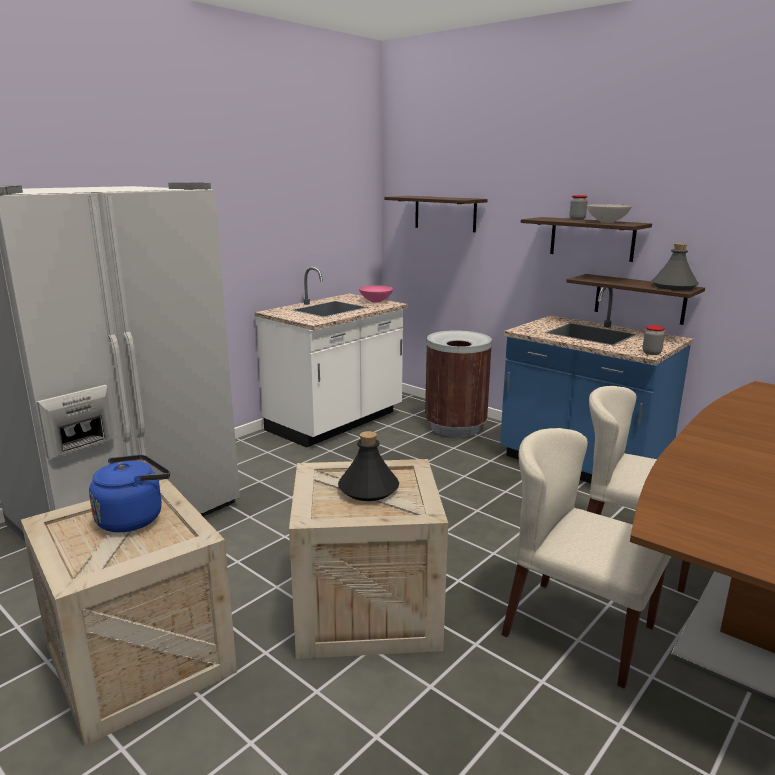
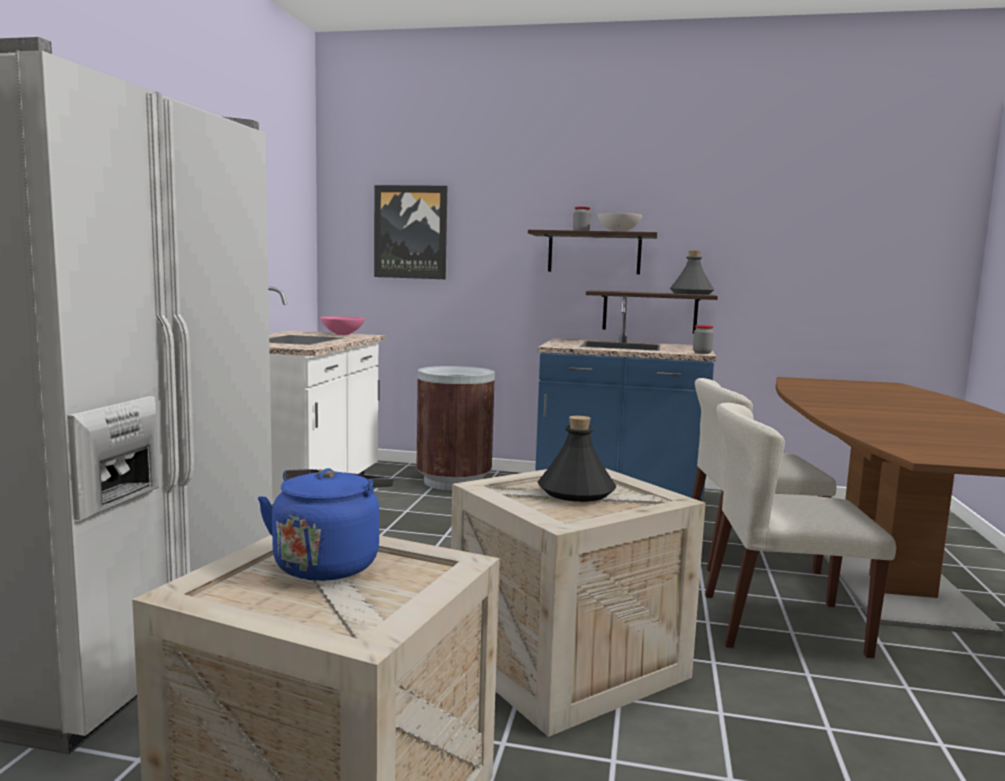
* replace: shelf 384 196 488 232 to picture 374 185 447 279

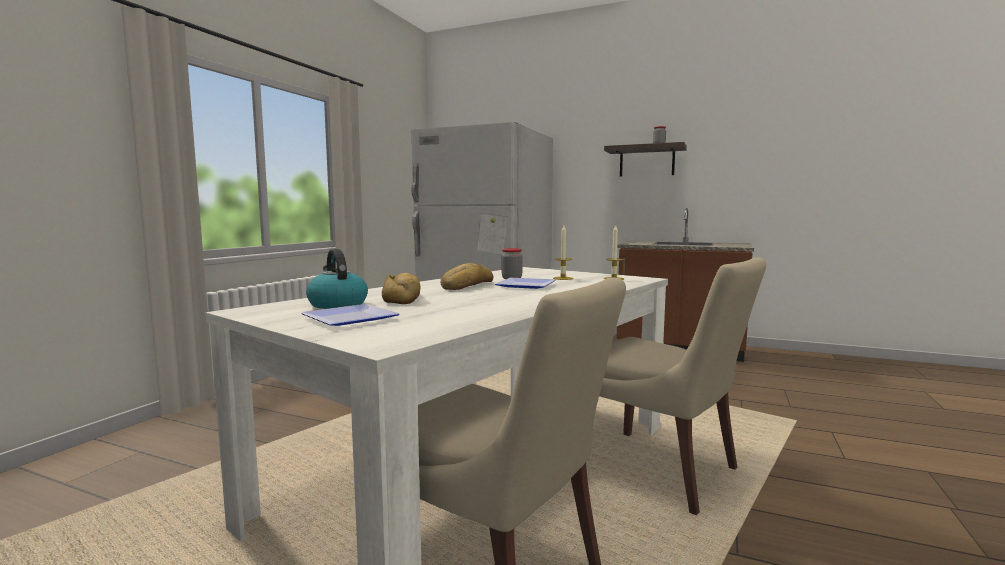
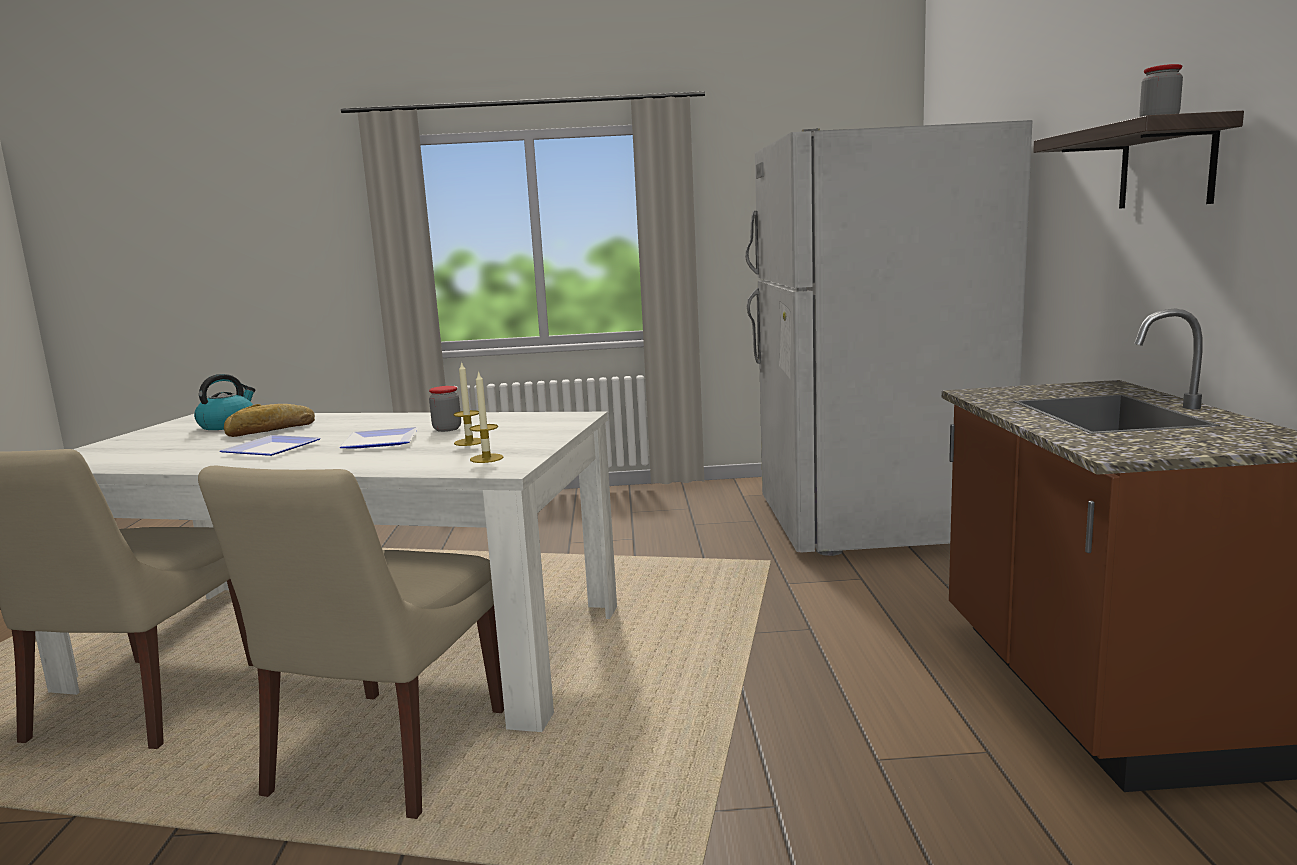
* delete: bread 440 263 493 290
* move: plate 301 304 399 326 to 220 435 321 456

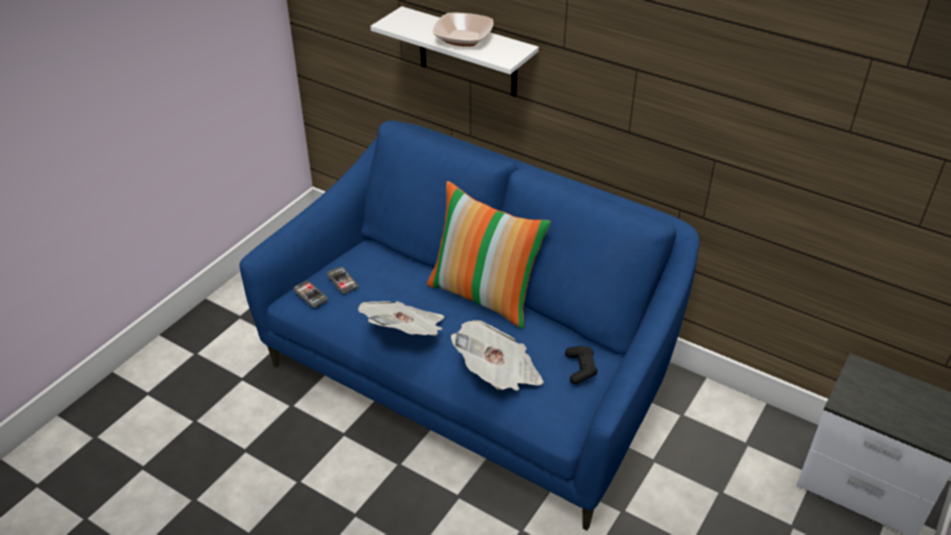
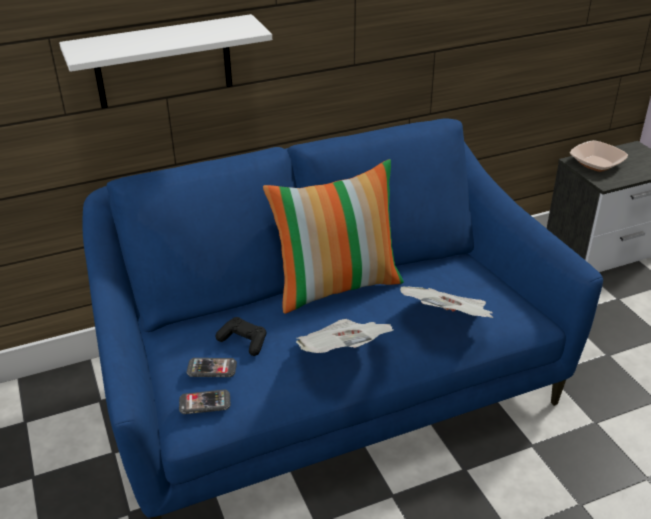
* move: bowl 433 12 494 47 to 570 140 628 172
* move: game controller/black 565 346 598 384 to 216 317 266 356

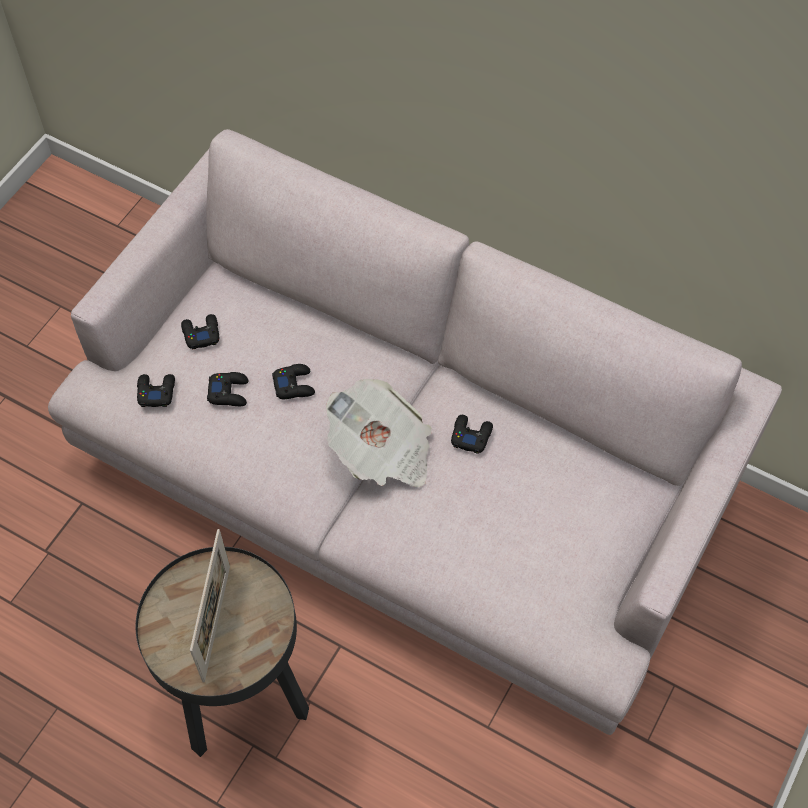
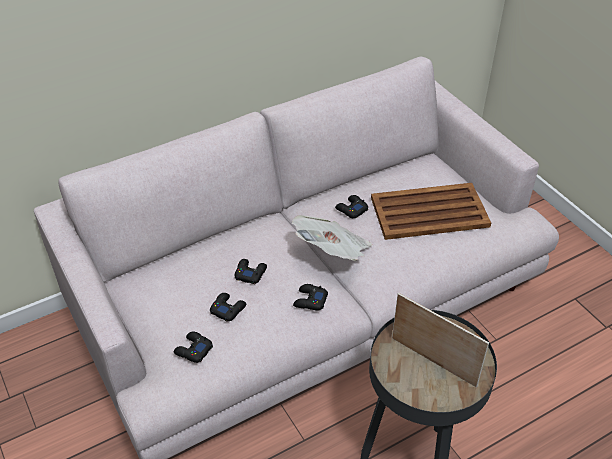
* move: game controller/black 181 314 219 350 to 293 284 328 311
* insert: tray/brown 371 183 491 240

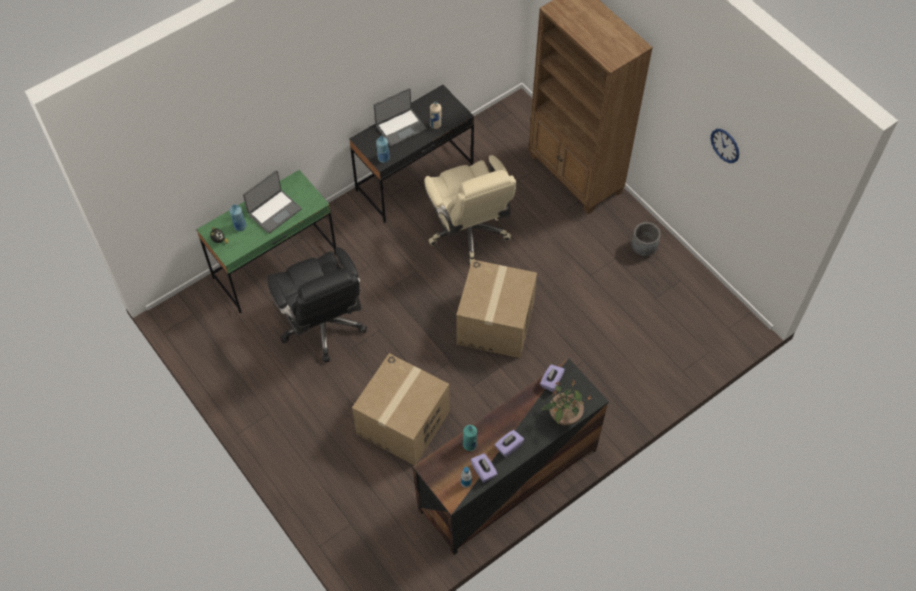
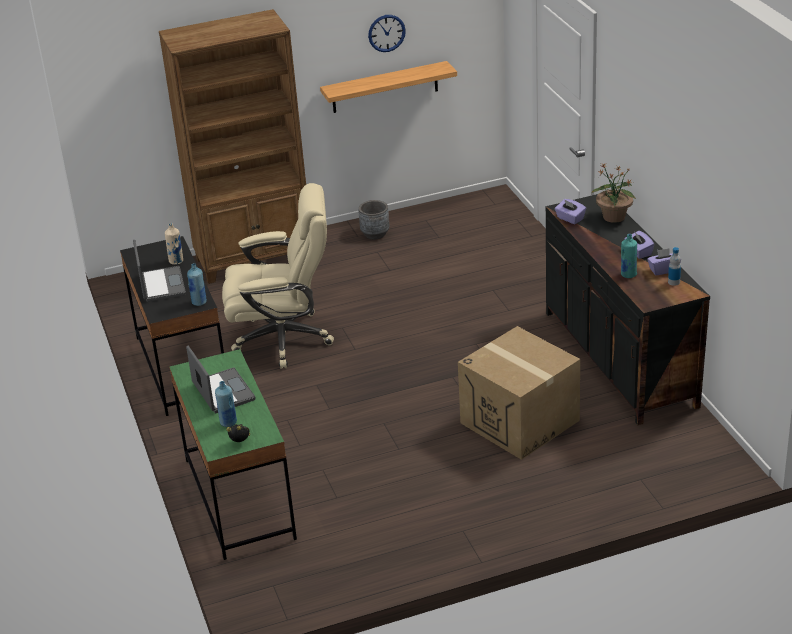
* delete: office chair/black 268 247 367 363
* delete: cardboard box 456 259 537 358
* insert: shelf 320 61 457 113

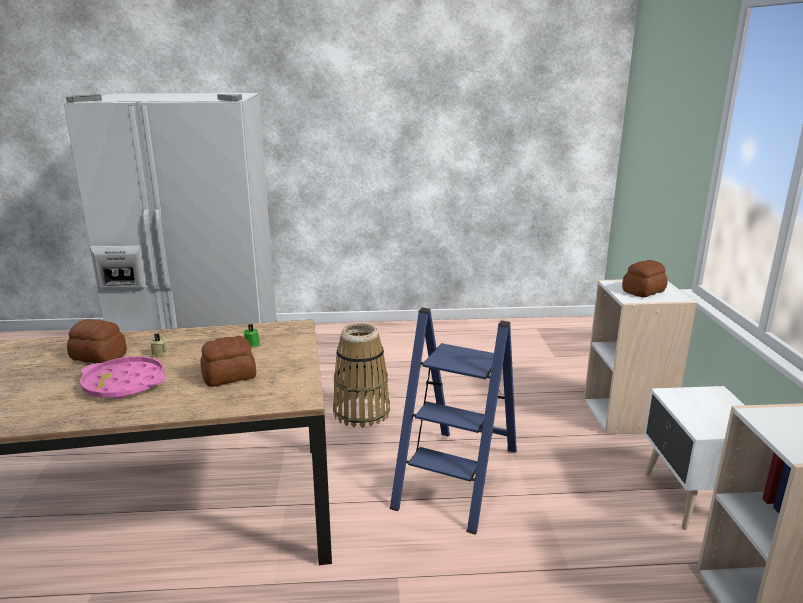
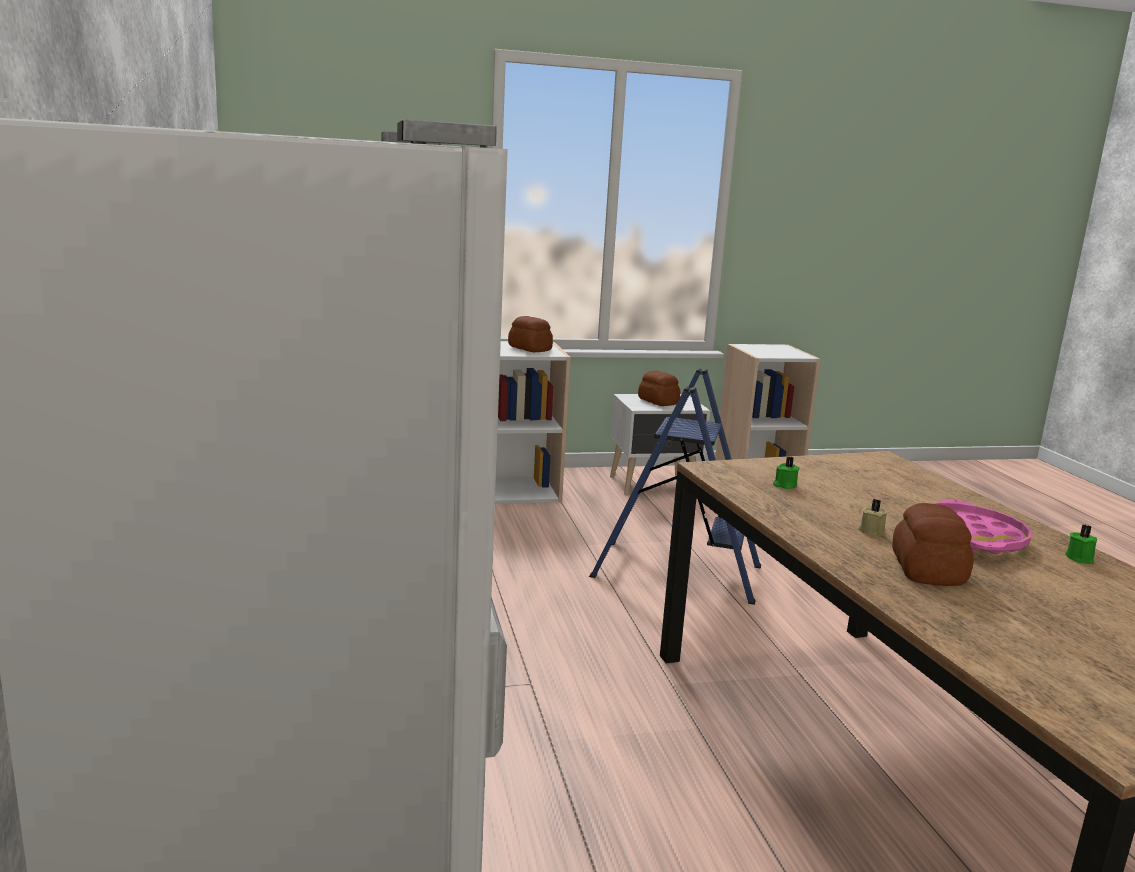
* delete: basket 333 323 390 428
* move: bread 200 336 256 387 to 638 371 680 406
* insert: candle/green 1065 524 1097 564

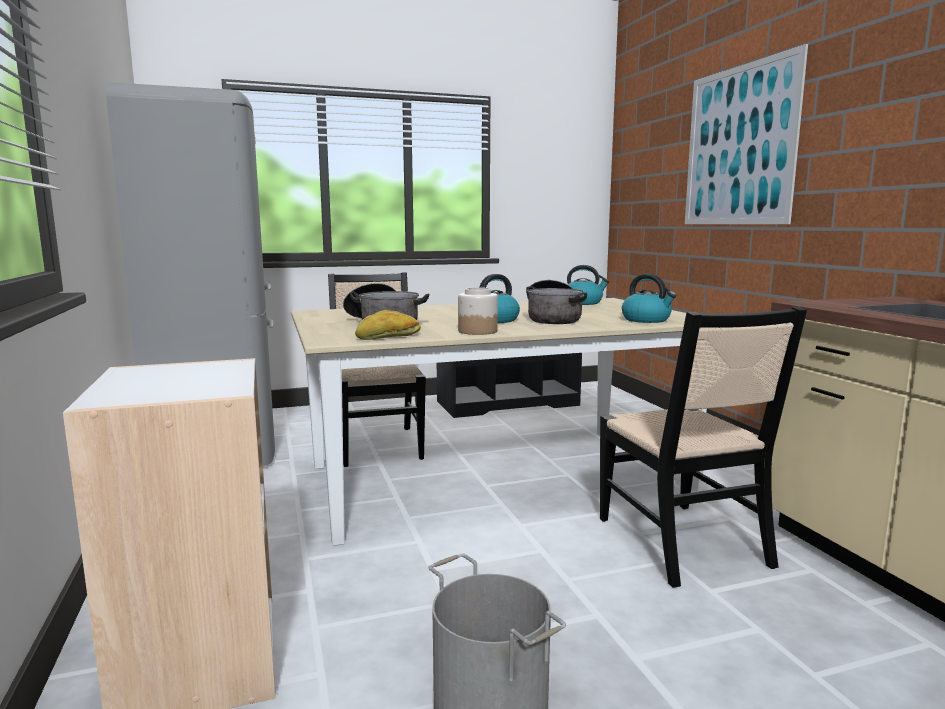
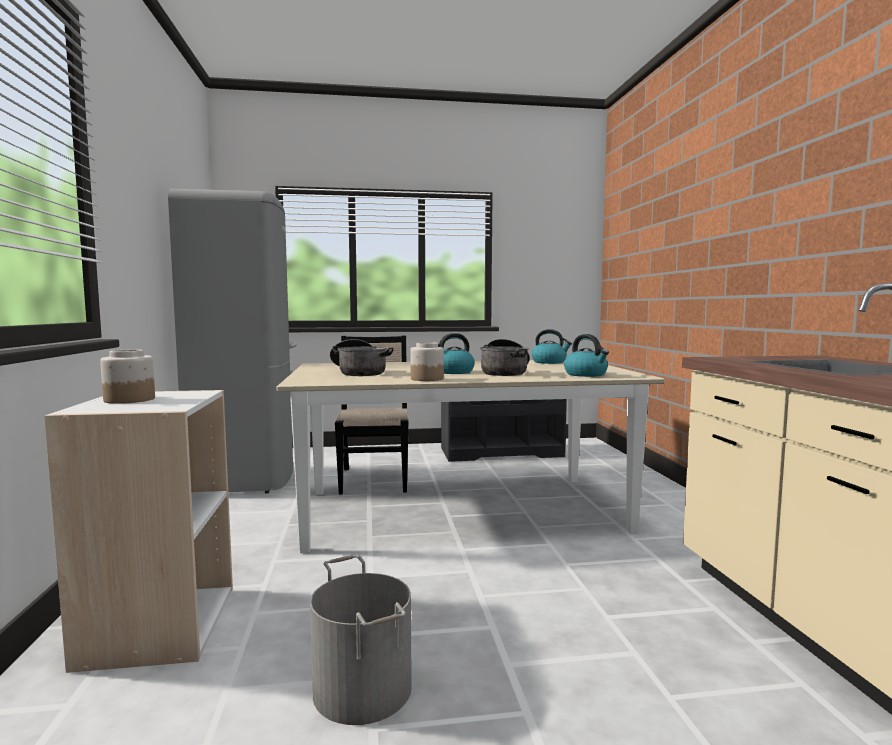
* delete: picture 685 44 808 224
* delete: chair 600 307 807 588
* delete: bread 355 310 421 340
* insert: jar 100 349 155 404

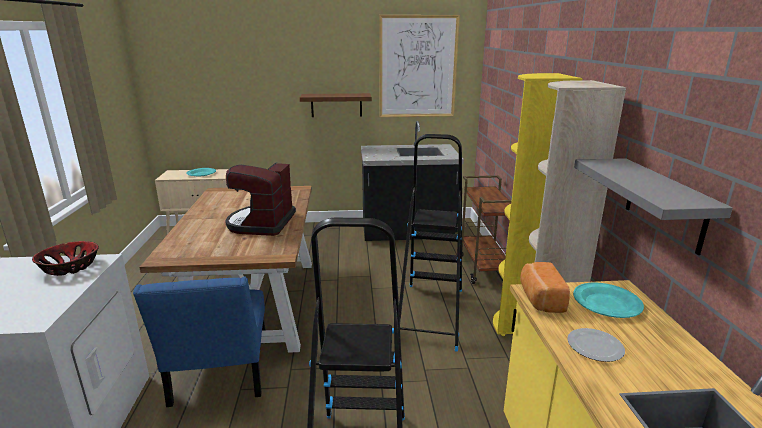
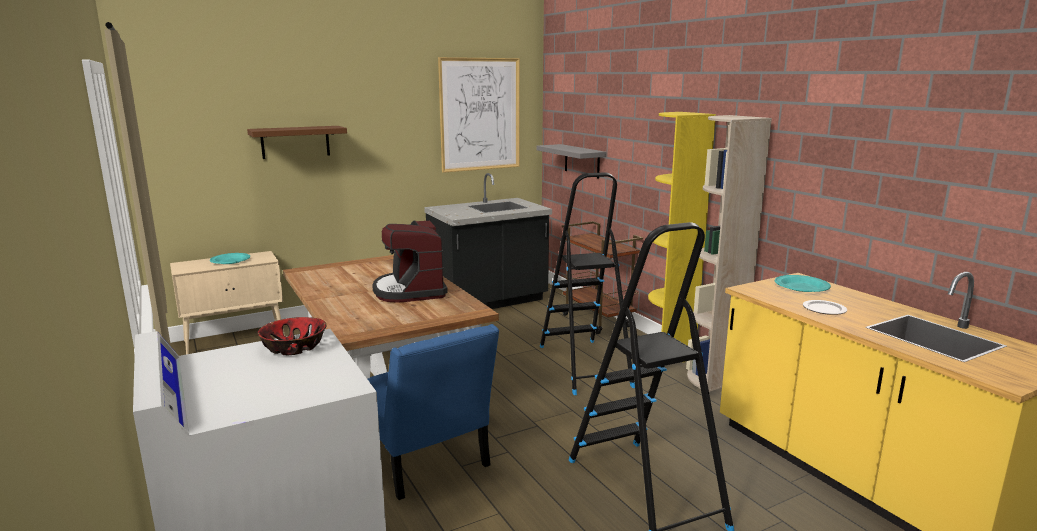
* move: shelf/brown 300 93 372 117 to 247 126 347 159
* move: shelf/grey 574 158 733 255 to 536 144 606 179
* delete: bread 520 262 570 313

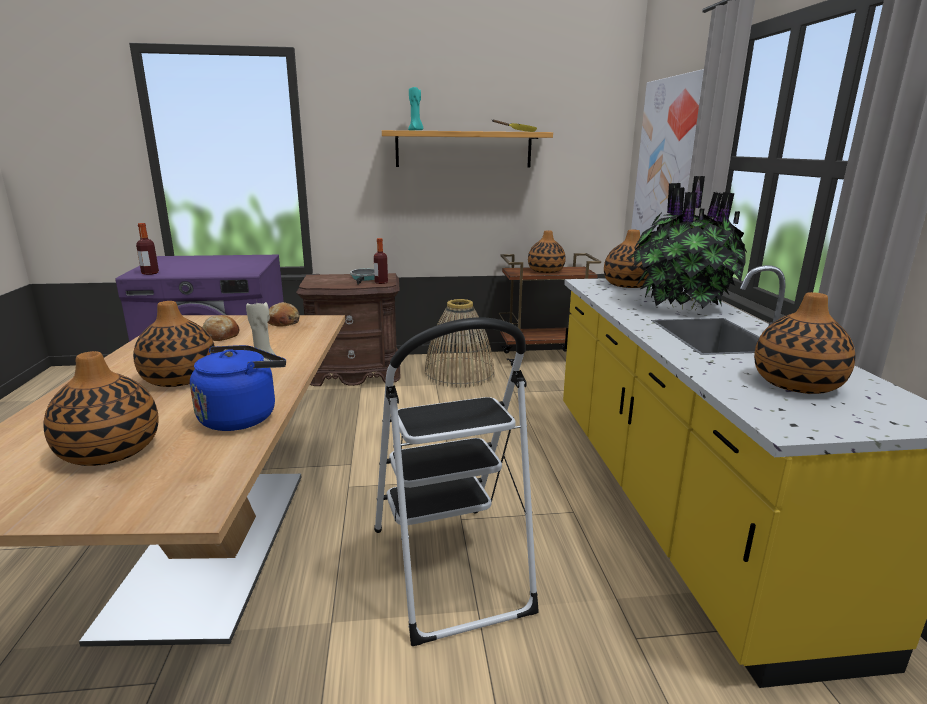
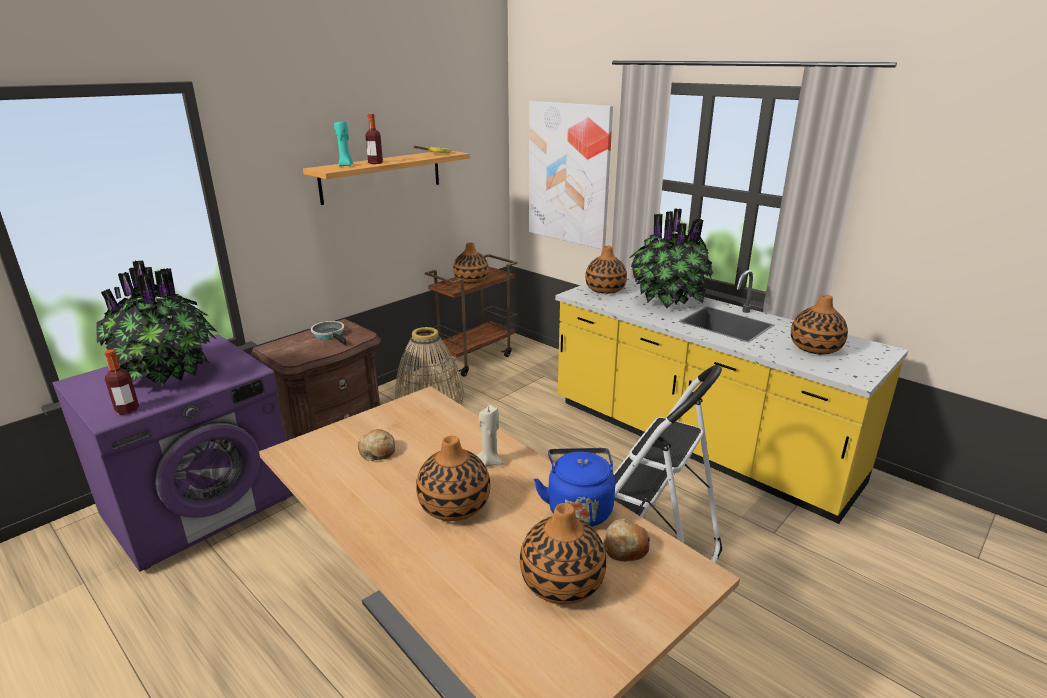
* move: bottle 374 238 388 284 to 365 114 383 164
* move: bread 268 302 300 327 to 602 519 650 562
* insert: potted plant 96 260 217 388

